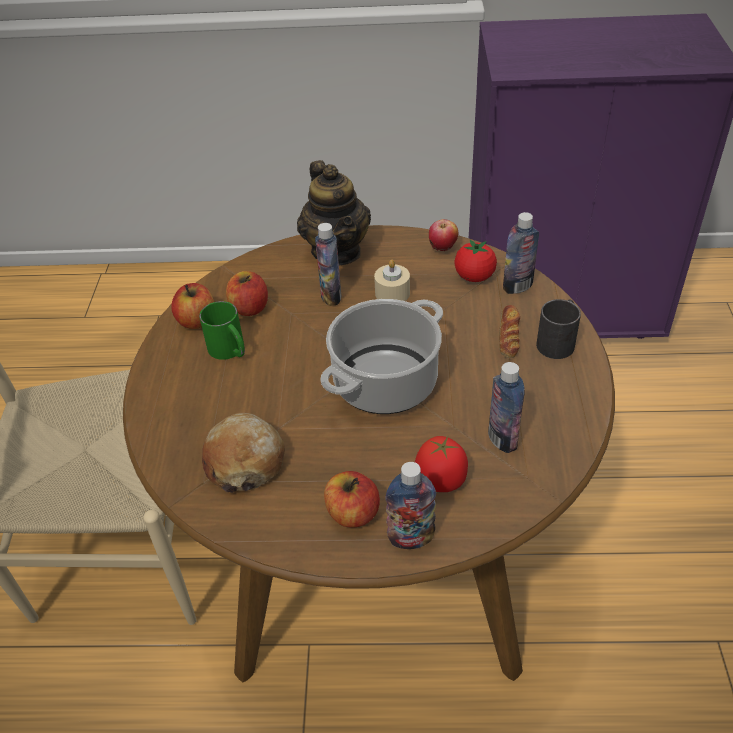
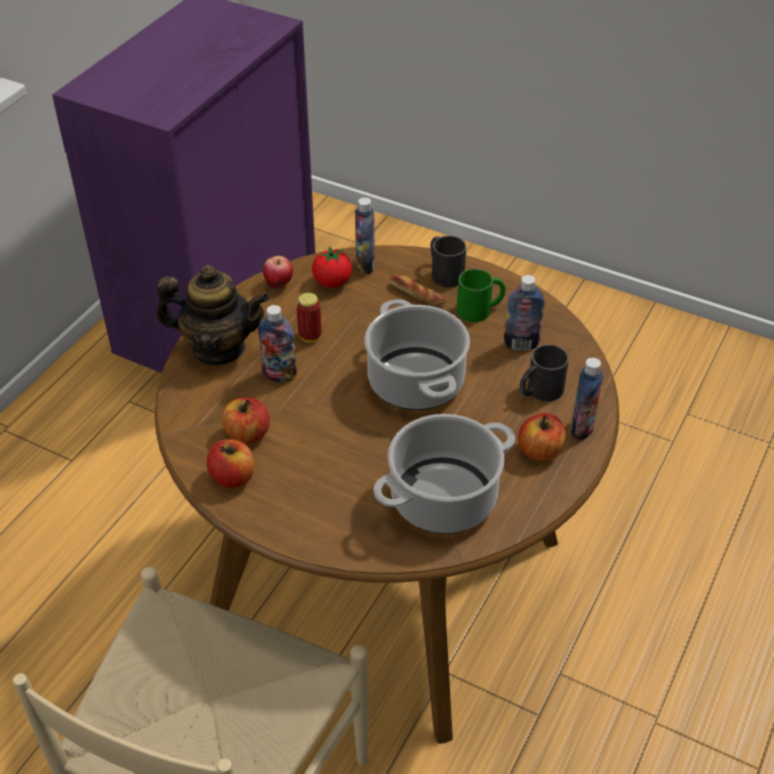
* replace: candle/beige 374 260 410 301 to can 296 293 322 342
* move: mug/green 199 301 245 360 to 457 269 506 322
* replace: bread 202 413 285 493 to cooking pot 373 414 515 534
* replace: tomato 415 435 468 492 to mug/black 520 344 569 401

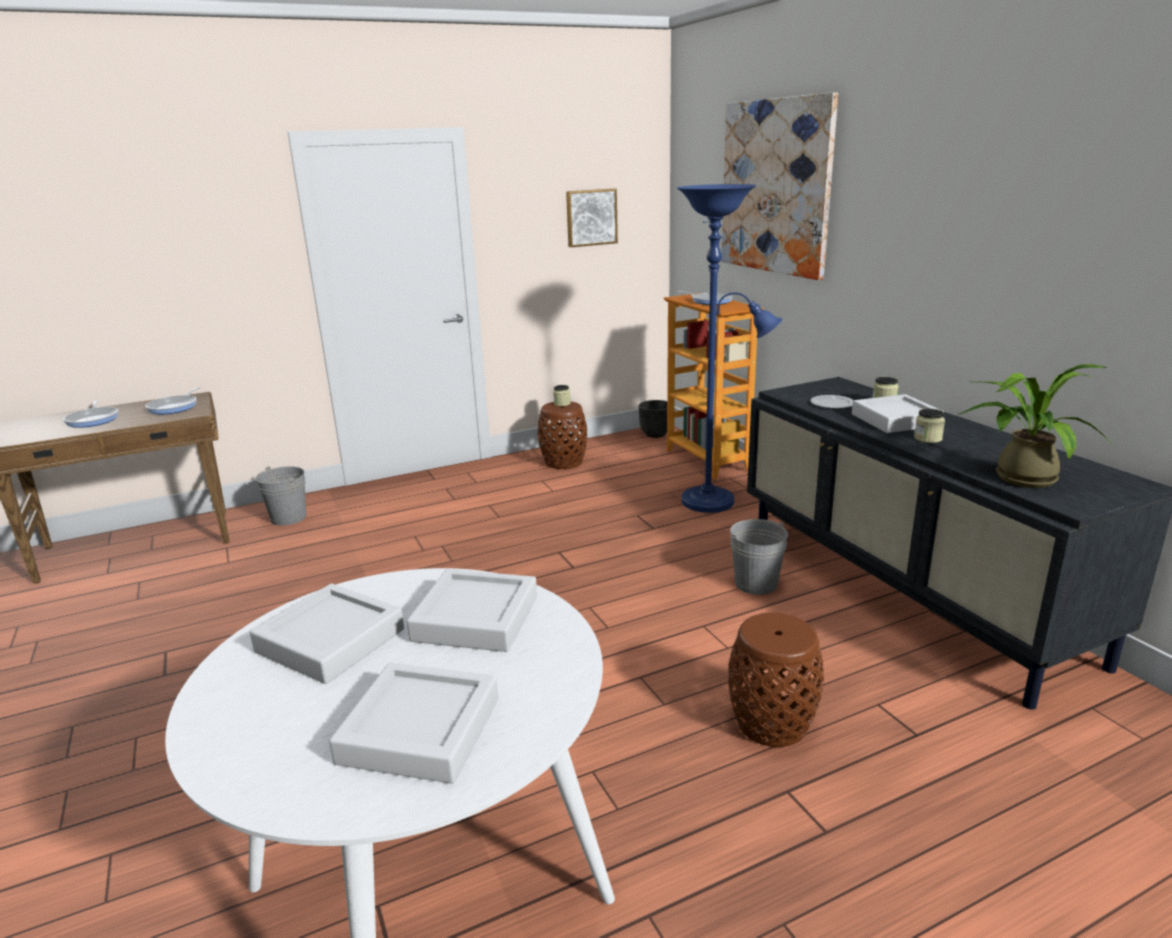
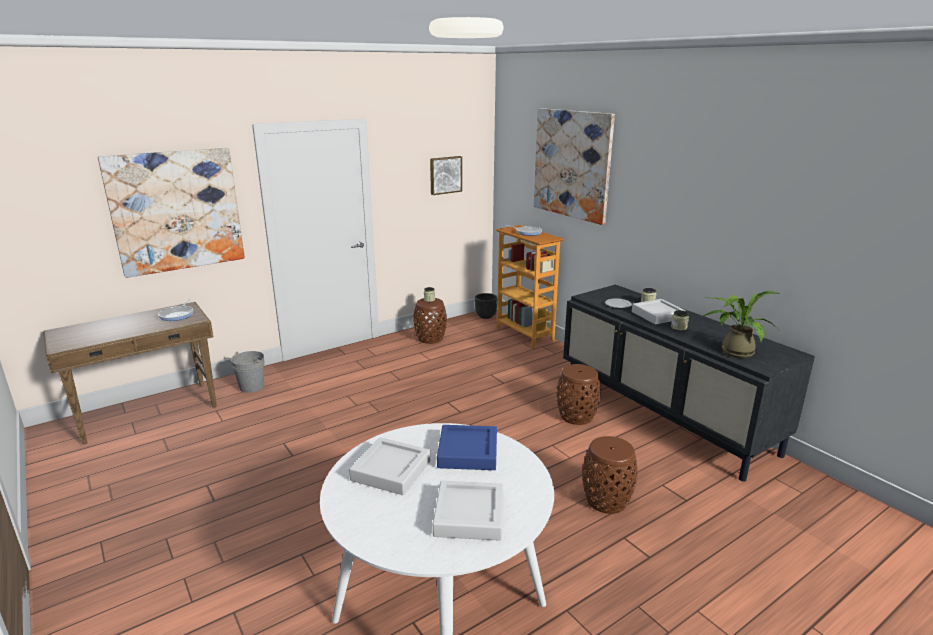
* delete: floor lamp/blue 677 184 782 513
* delete: frying pan 63 400 118 428
* replace: bucket/grey 730 519 788 595 to stool/brown 557 364 601 425
* recolor: tray/grey 407 569 537 652 to tray/blue 437 425 497 470
* insert: picture 98 148 245 278

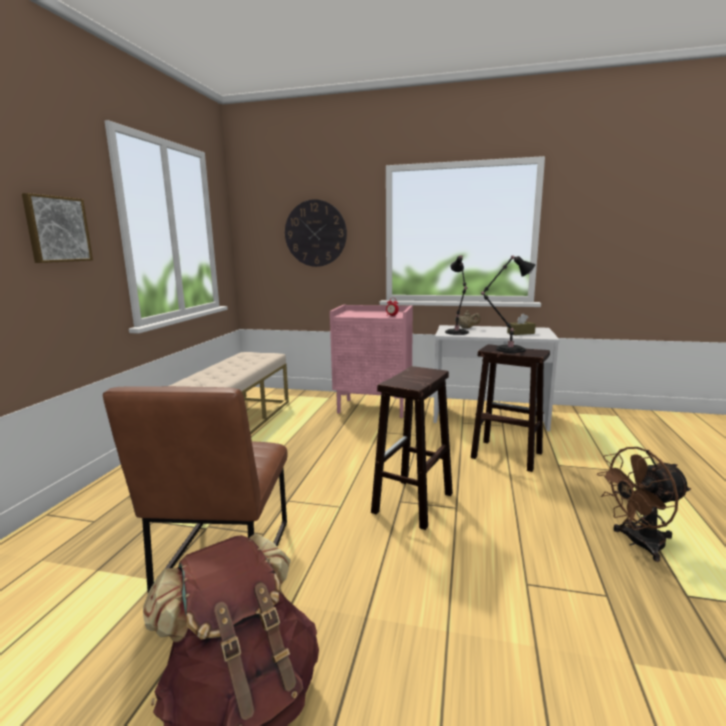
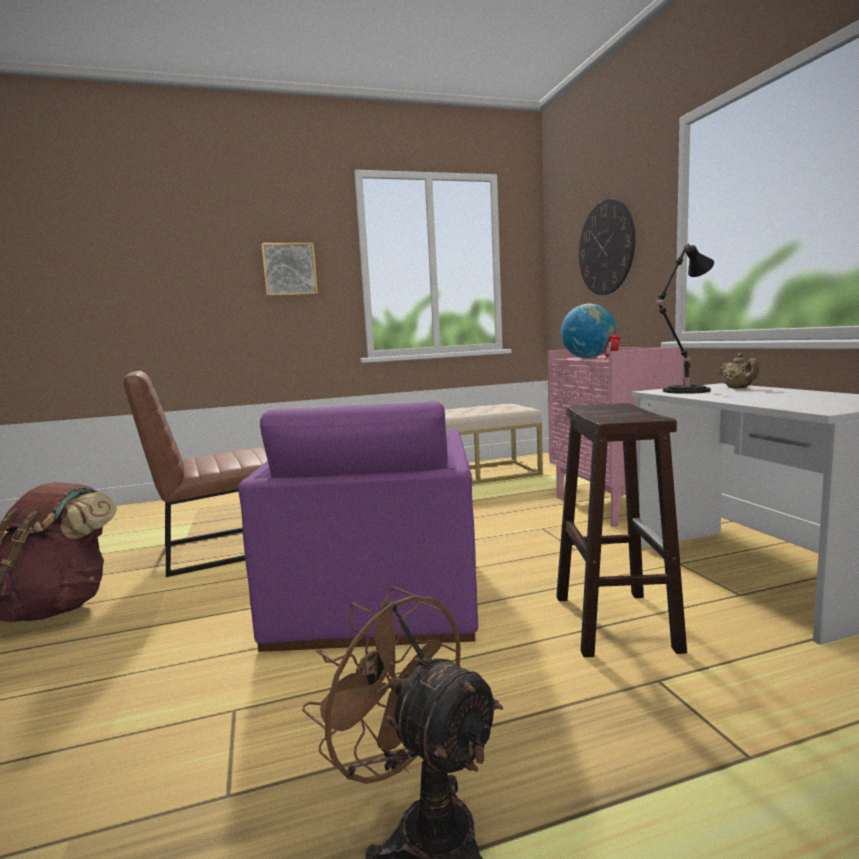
* delete: table lamp/black 481 255 535 353
* delete: tissue box/brown 507 314 536 335
* replace: stool/brown 371 366 453 530 to armchair/purple 238 402 478 652
* insert: globe 561 304 616 358

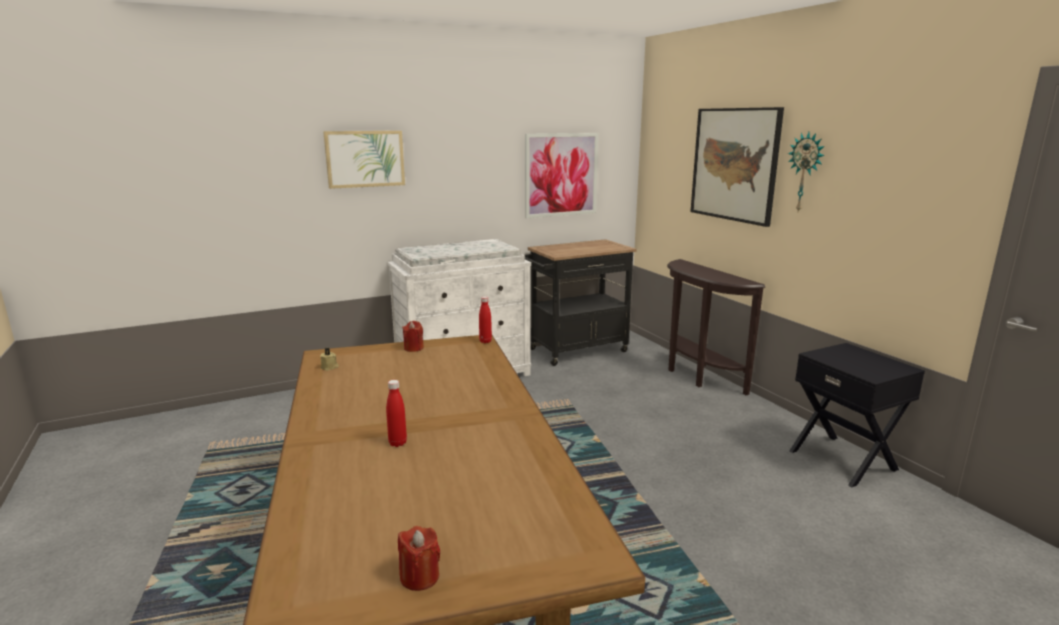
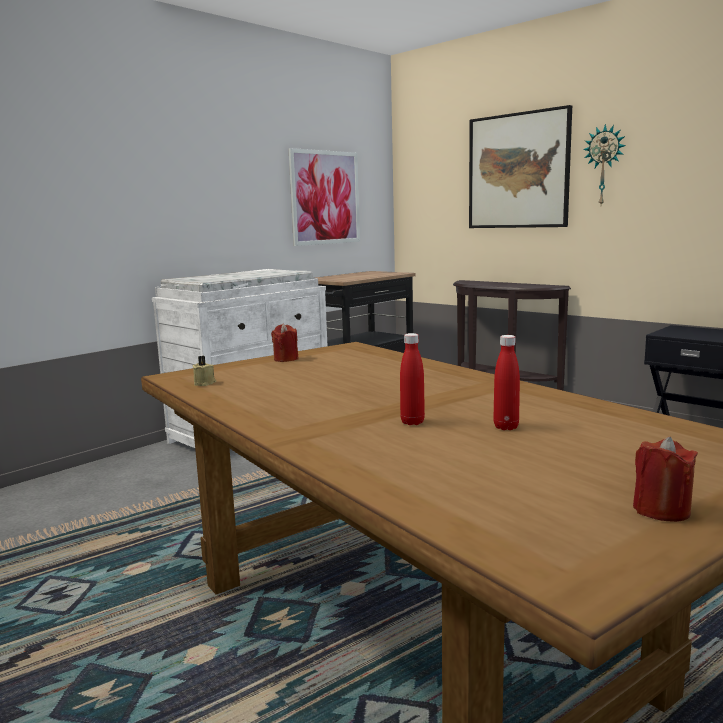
* delete: picture 323 131 405 189
* move: bottle/red 479 296 492 343 to 493 335 520 430

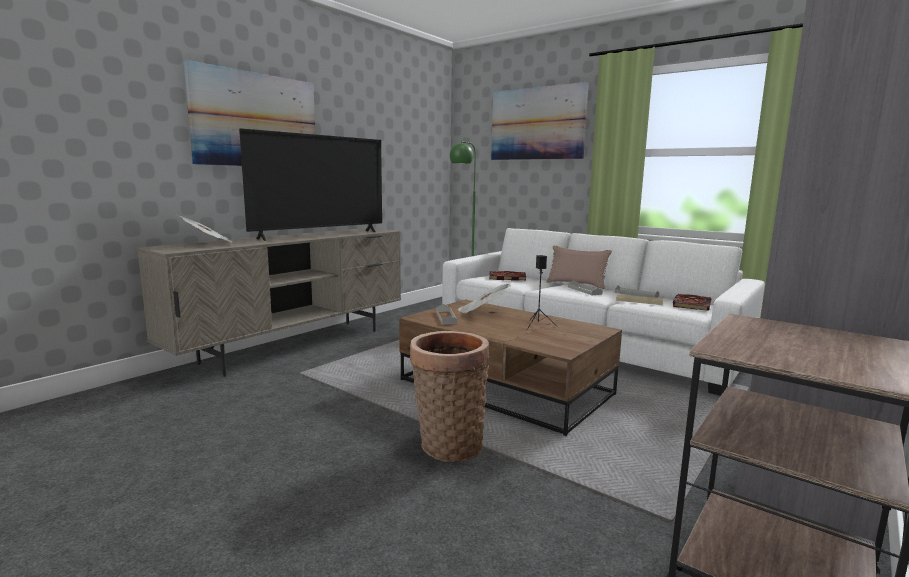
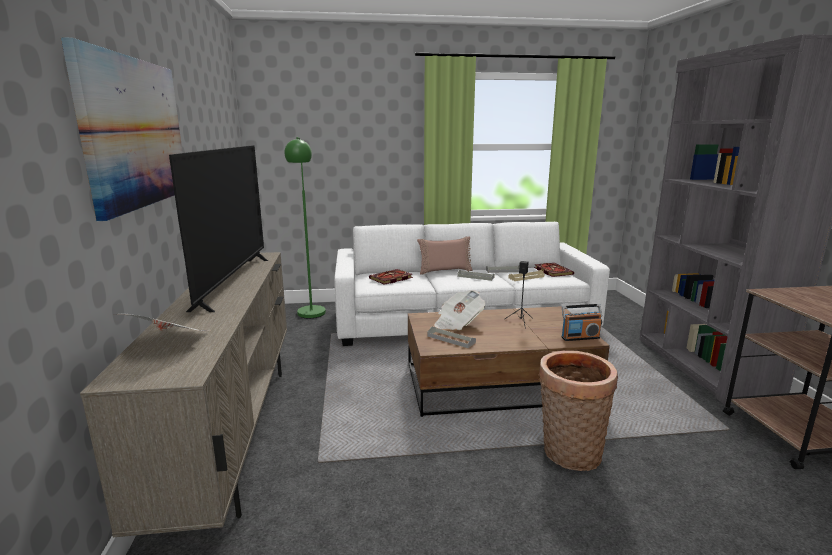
* delete: picture 491 82 589 160
* insert: radio 561 304 602 341

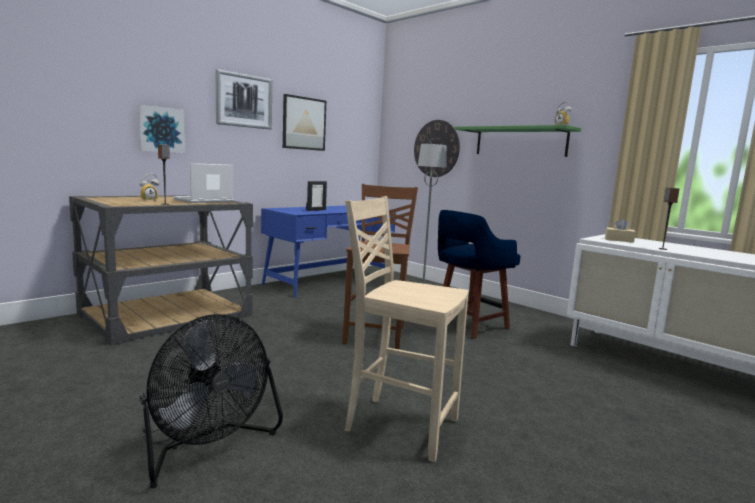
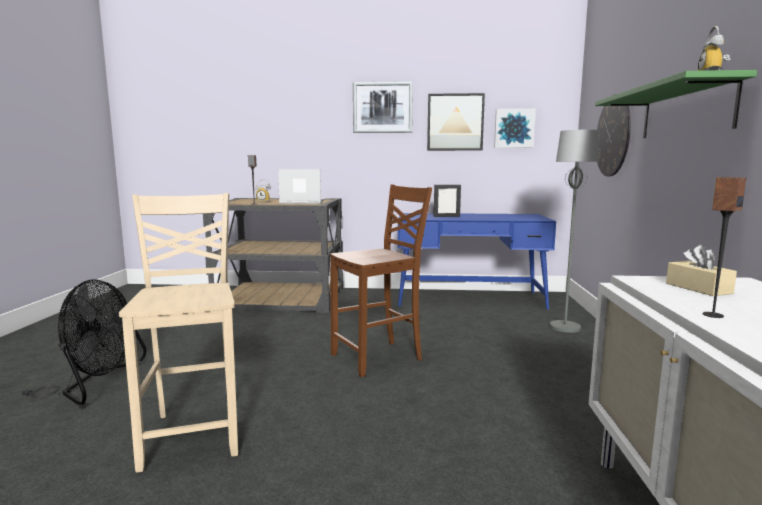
* move: picture 138 105 185 153 to 494 108 536 148
* delete: stool/blue 438 210 520 339
* rotate: fan/black 140 314 283 488 = 22 279 146 409 90 degrees counterclockwise

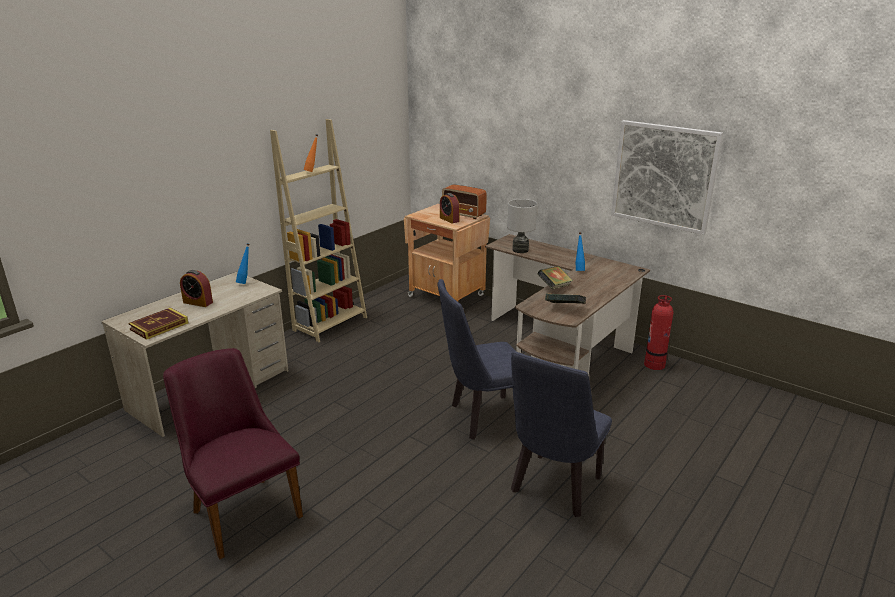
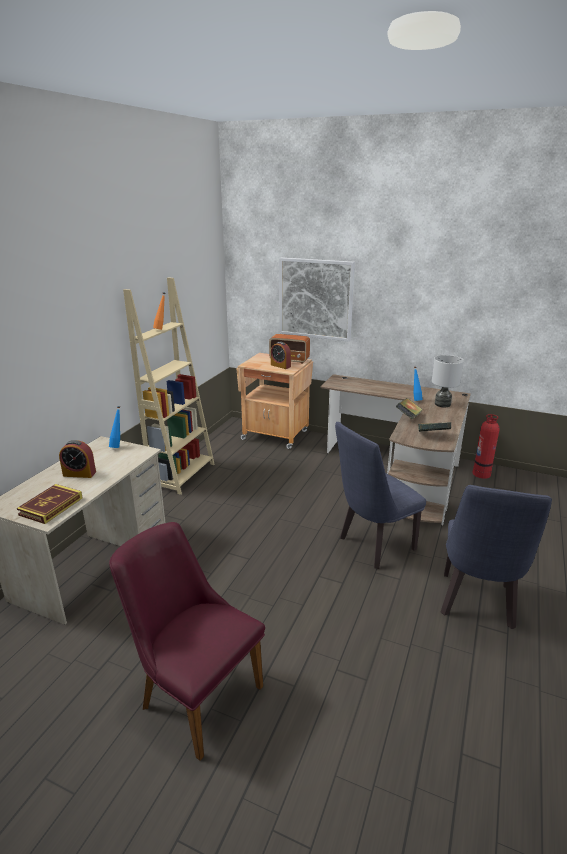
* move: picture 611 120 723 235 to 279 258 355 342
* move: table lamp/grey 507 199 537 253 to 432 355 464 407

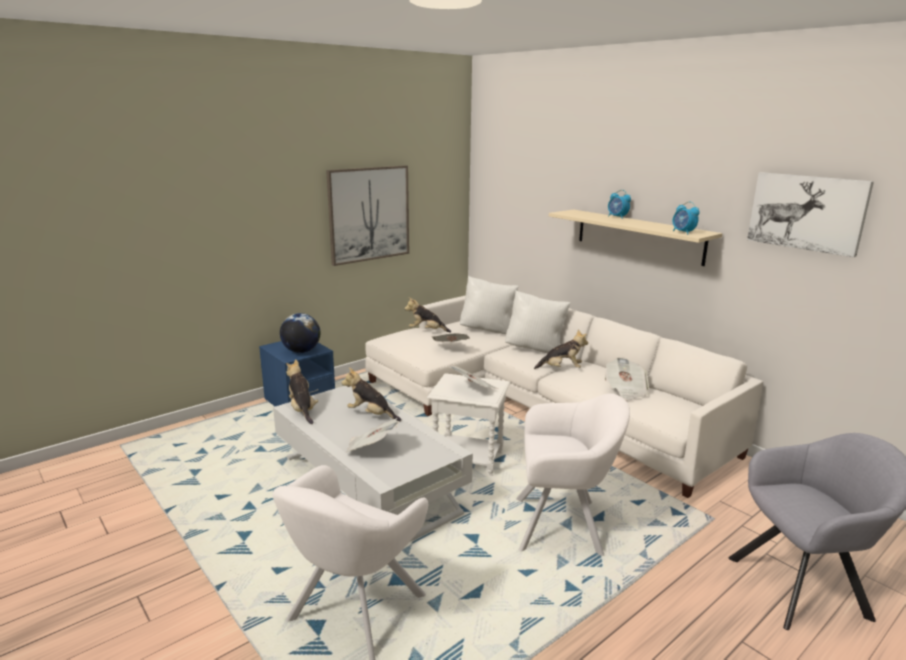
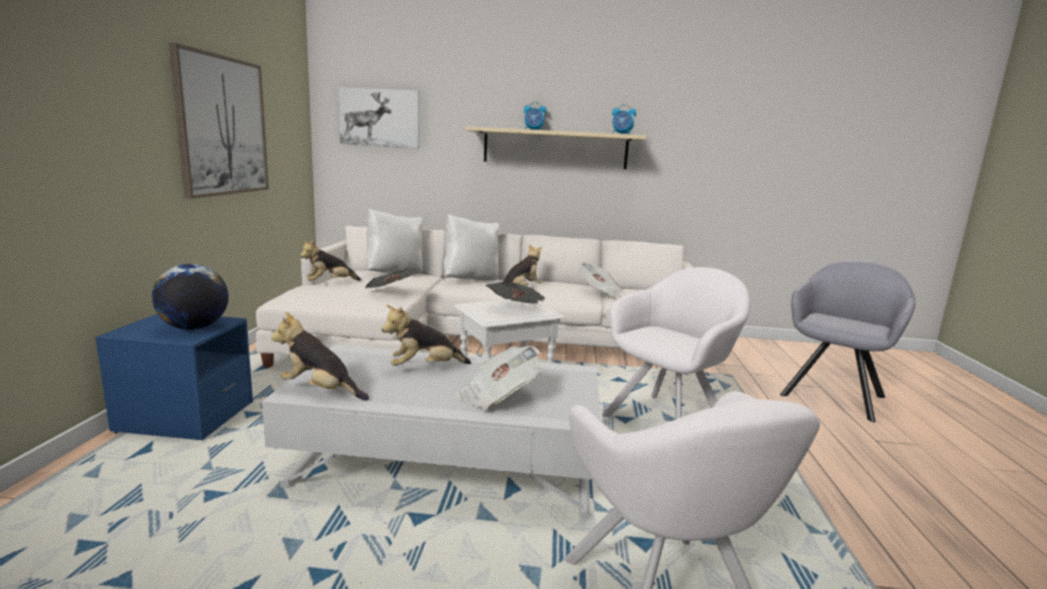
* move: picture 747 172 874 257 to 338 87 420 148

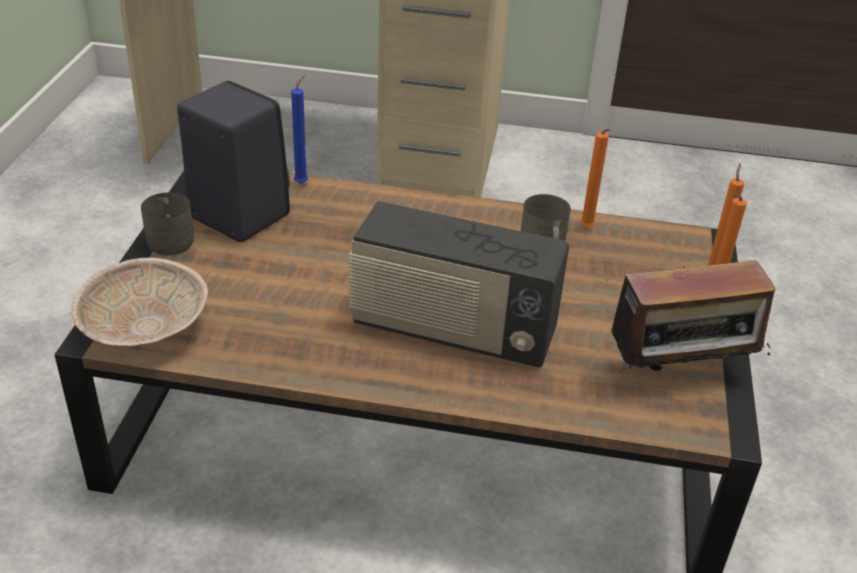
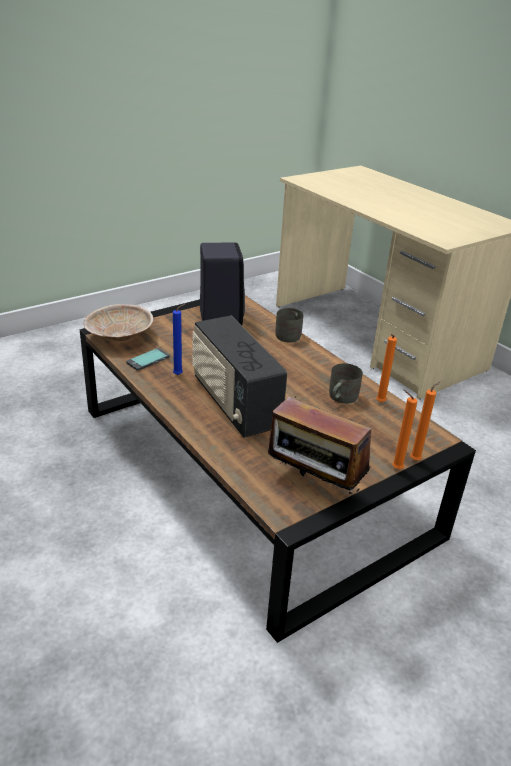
* move: candle/blue 291 75 308 184 to 173 304 185 375
* move: mug/grey 141 192 194 255 to 275 308 304 342
* insert: phone 126 348 170 371

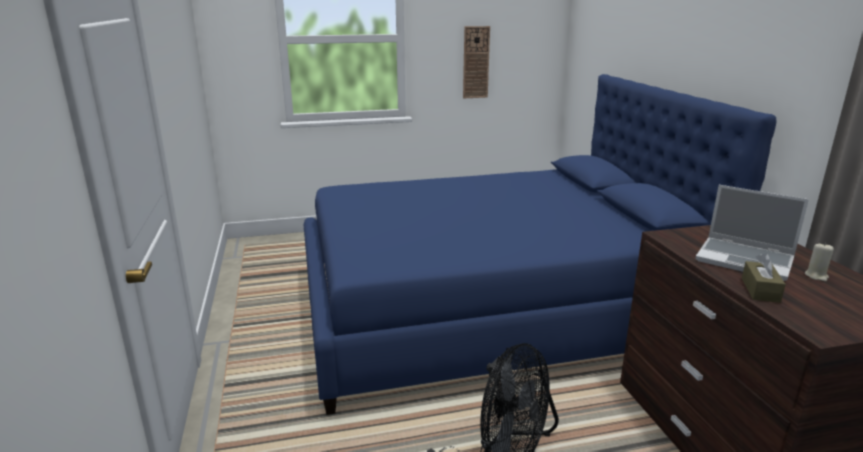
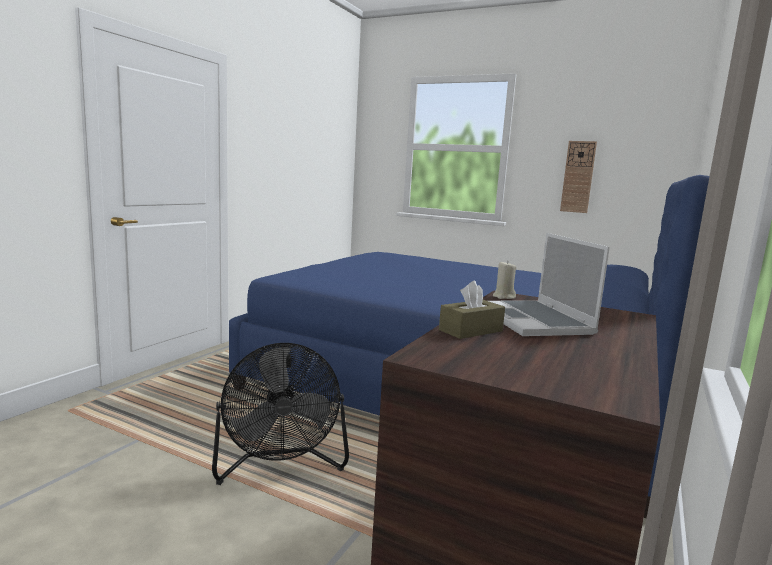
* move: candle/beige 805 243 834 281 to 493 262 517 299

